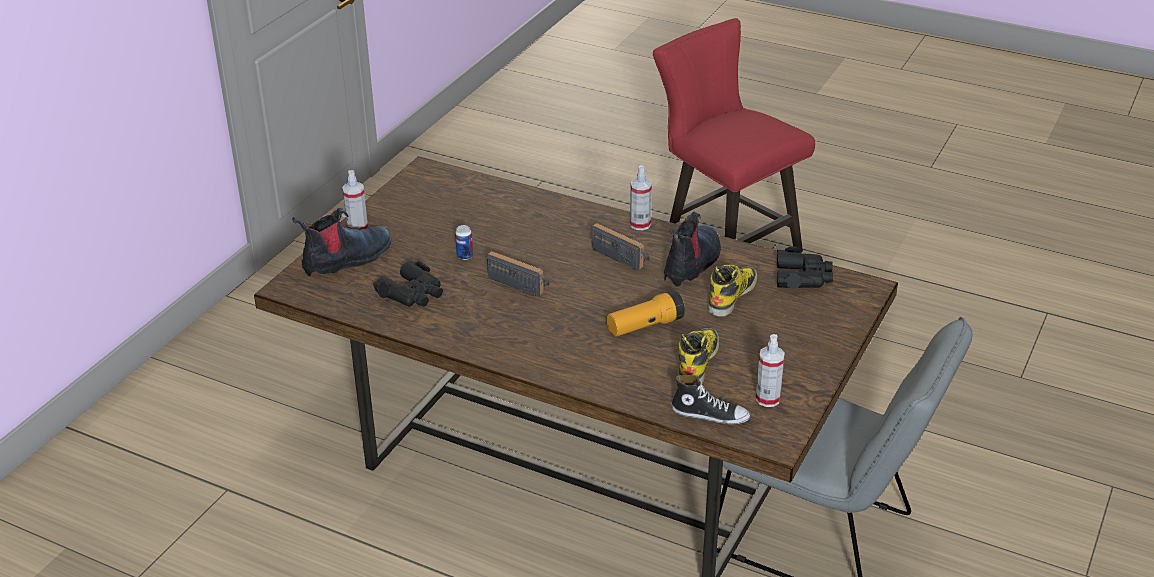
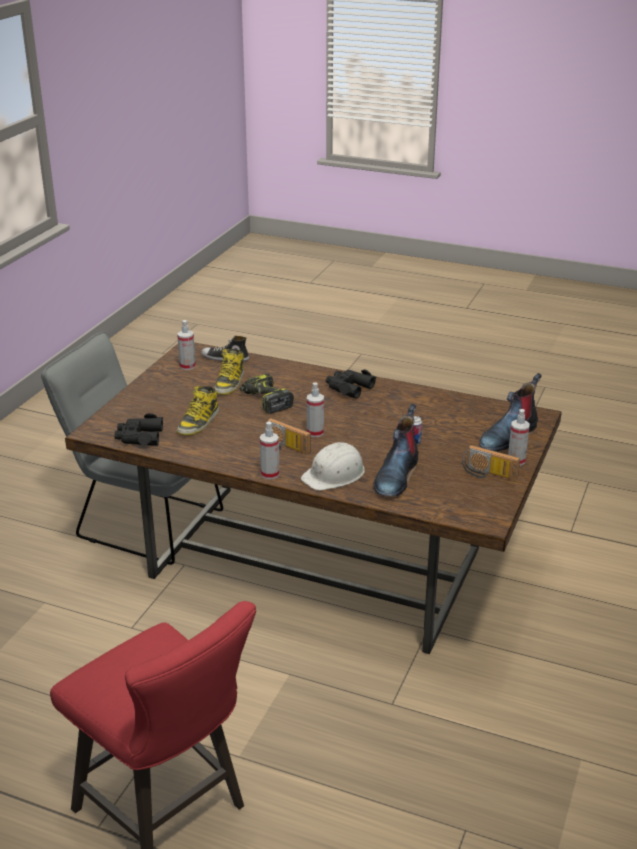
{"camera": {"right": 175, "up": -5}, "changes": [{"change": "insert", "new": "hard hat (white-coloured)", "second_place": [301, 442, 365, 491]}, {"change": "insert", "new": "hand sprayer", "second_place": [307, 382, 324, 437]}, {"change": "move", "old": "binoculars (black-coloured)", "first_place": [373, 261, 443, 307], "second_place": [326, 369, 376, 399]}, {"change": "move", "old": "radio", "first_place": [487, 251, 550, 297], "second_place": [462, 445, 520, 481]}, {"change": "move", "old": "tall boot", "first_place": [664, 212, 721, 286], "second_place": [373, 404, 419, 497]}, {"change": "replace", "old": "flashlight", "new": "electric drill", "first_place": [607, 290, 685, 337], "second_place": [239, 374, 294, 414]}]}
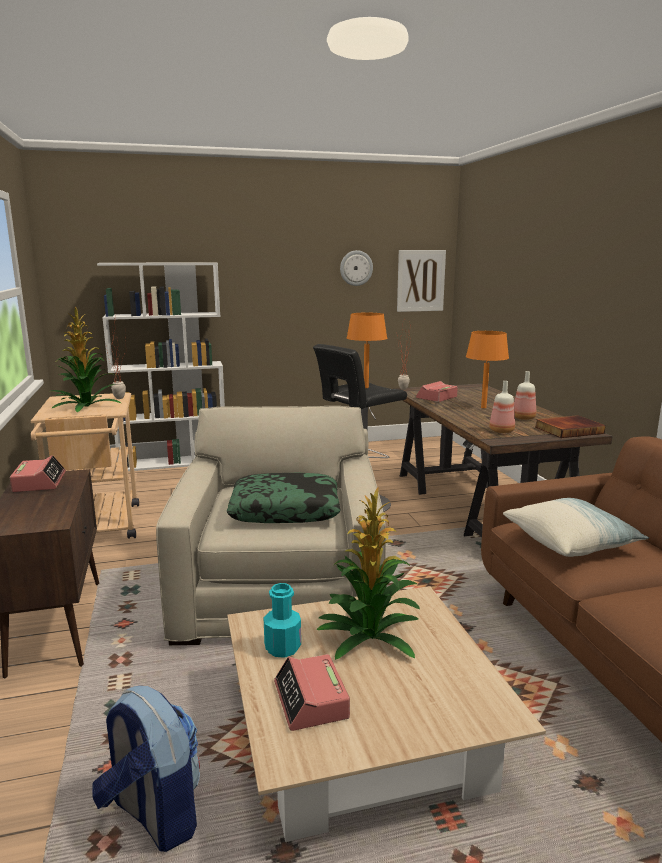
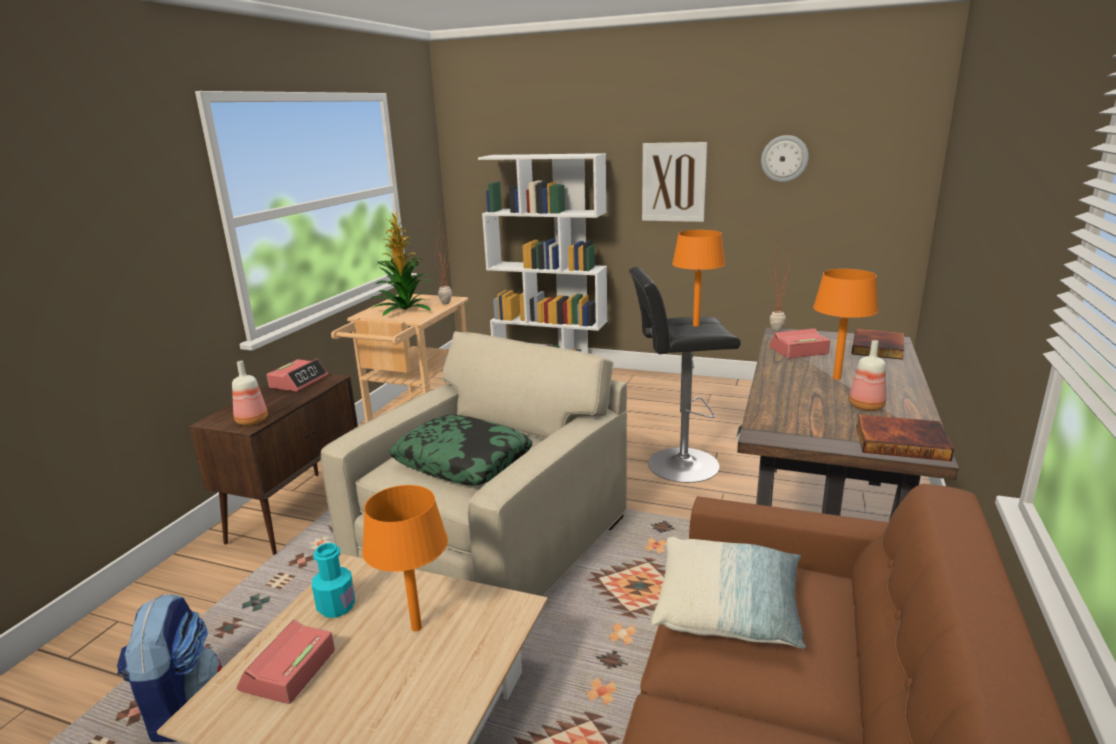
{"camera": {"right": 35, "up": 5}, "changes": [{"change": "insert", "new": "bound book", "second_place": [852, 329, 904, 360]}, {"change": "move", "old": "wall picture", "first_place": [397, 250, 446, 312], "second_place": [642, 142, 707, 222]}, {"change": "move", "old": "bottle", "first_place": [489, 381, 515, 433], "second_place": [232, 361, 268, 426]}, {"change": "replace", "old": "houseplant", "new": "table lamp (orangey)", "first_place": [316, 488, 420, 660], "second_place": [362, 485, 448, 632]}]}
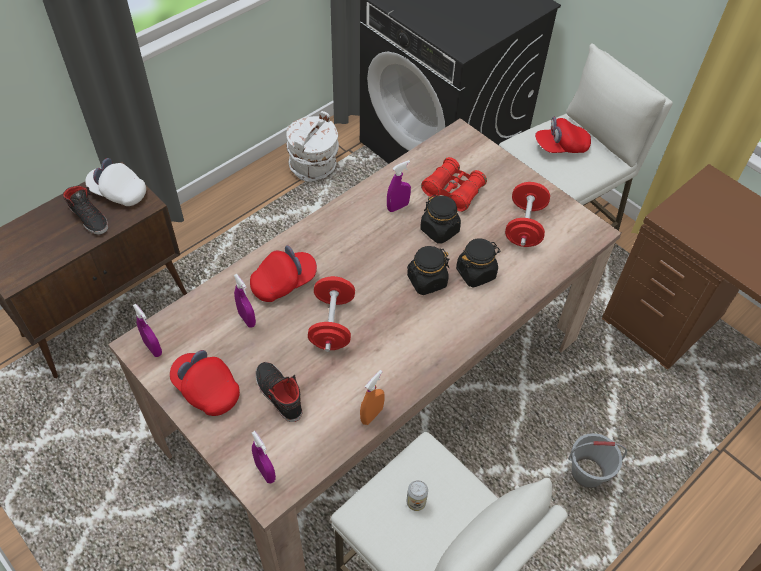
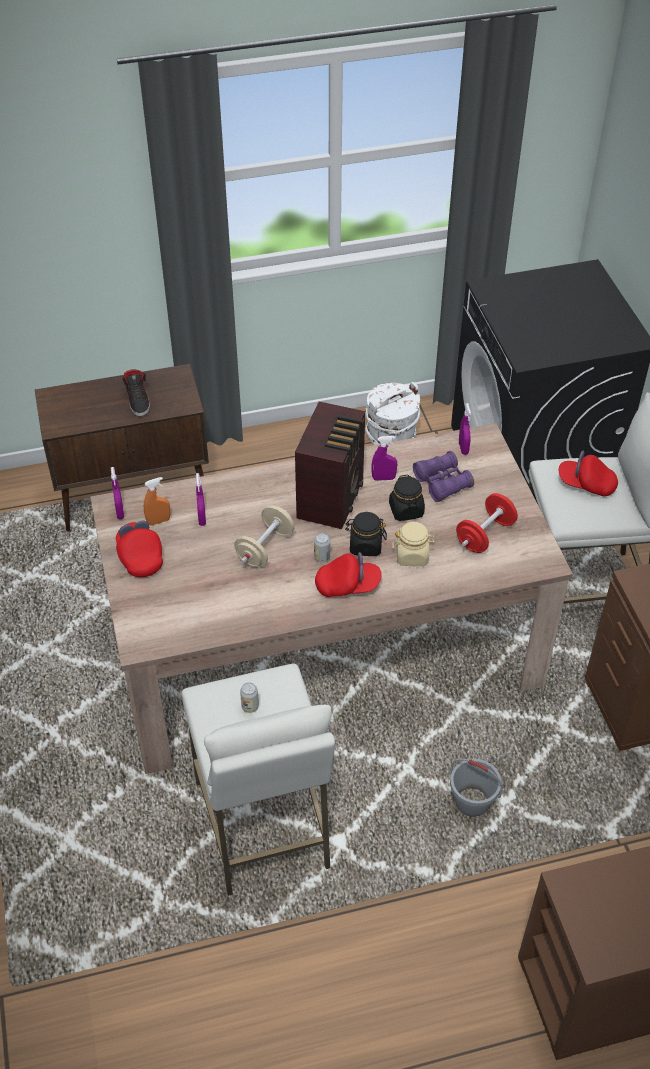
{"camera": {"right": 30, "up": -5}, "changes": [{"change": "delete", "old": "peaked cap (white-coloured)", "first_place": [85, 158, 146, 206]}, {"change": "delete", "old": "item of footwear (black-coloured)", "first_place": [256, 362, 303, 422]}, {"change": "insert", "new": "radio", "second_place": [295, 402, 365, 529]}, {"change": "insert", "new": "can", "second_place": [314, 533, 330, 562]}, {"change": "move", "old": "peaked cap (red-coloured)", "first_place": [250, 245, 317, 302], "second_place": [315, 552, 382, 597]}, {"change": "move", "old": "hand sprayer (purple)", "first_place": [252, 431, 276, 484], "second_place": [459, 403, 471, 455]}, {"change": "move", "old": "hand sprayer (orangey)", "first_place": [360, 370, 384, 425], "second_place": [144, 477, 170, 526]}, {"change": "recolor", "old": "hand weight (red-coloured)", "new": "hand weight (beige-coloured)", "first_place": [308, 276, 355, 352], "second_place": [234, 505, 295, 568]}, {"change": "recolor", "old": "binoculars (red-coloured)", "new": "binoculars (purple)", "first_place": [421, 157, 487, 212], "second_place": [413, 451, 474, 502]}, {"change": "recolor", "old": "storage jar (black-coloured)", "new": "storage jar (beige-coloured)", "first_place": [456, 238, 501, 288], "second_place": [393, 522, 435, 566]}]}
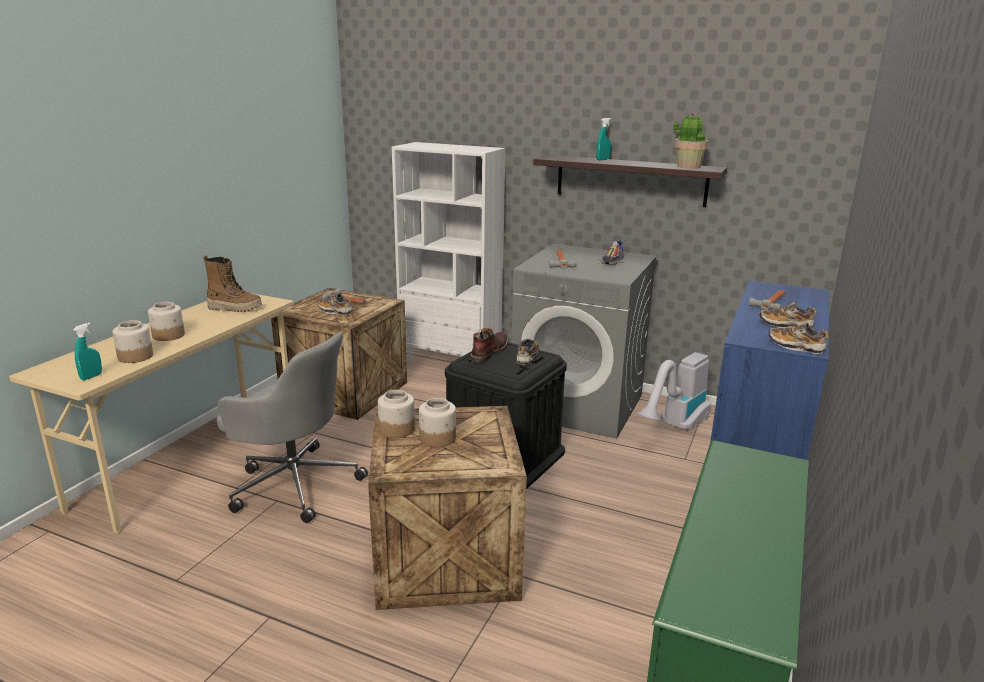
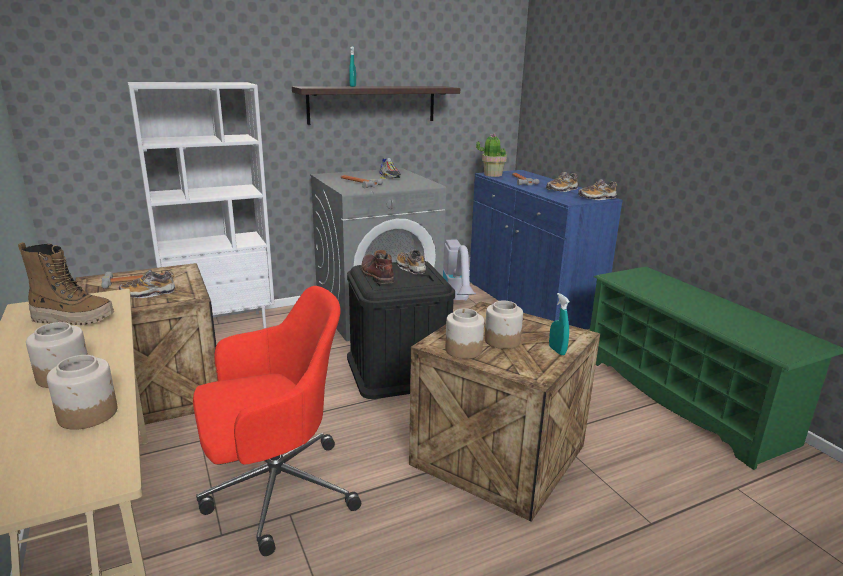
{"camera": {"right": -50, "up": 0}, "changes": [{"change": "move", "old": "hand sprayer (turquoise-coloured)", "first_place": [73, 323, 102, 381], "second_place": [549, 293, 569, 355]}, {"change": "move", "old": "houseplant", "first_place": [673, 113, 708, 169], "second_place": [476, 134, 507, 177]}, {"change": "recolor", "old": "office chair (grey)", "new": "office chair (red-coloured)", "first_place": [217, 332, 368, 523], "second_place": [193, 286, 361, 556]}, {"change": "rotate", "old": "tall boot", "first_place": [203, 255, 262, 312], "second_place": [18, 242, 114, 325], "degrees": 45}]}
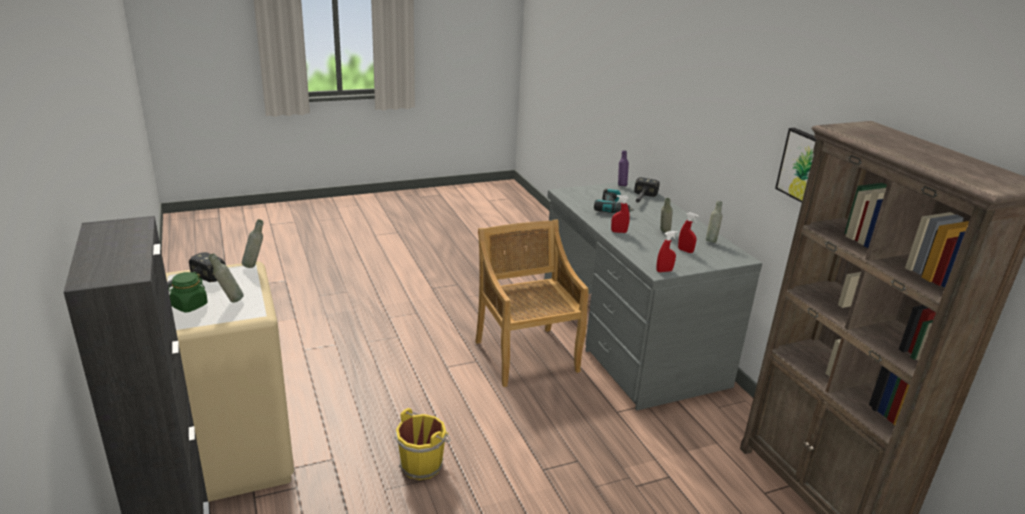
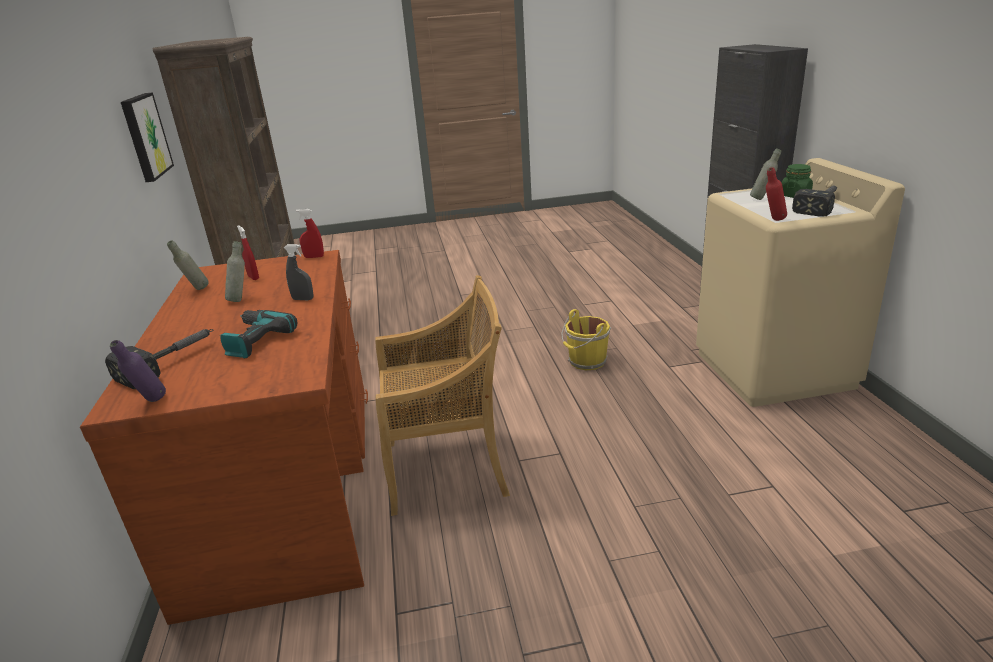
{"camera": {"right": -165, "up": 0}, "changes": [{"change": "recolor", "old": "bottle (grey)", "new": "bottle (red-coloured)", "first_place": [242, 219, 263, 268], "second_place": [766, 167, 787, 221]}, {"change": "recolor", "old": "desk unit (grey)", "new": "desk unit (brownish)", "first_place": [544, 180, 762, 411], "second_place": [80, 250, 368, 625]}, {"change": "recolor", "old": "hand sprayer (red-coloured)", "new": "hand sprayer (grey)", "first_place": [611, 195, 630, 233], "second_place": [284, 244, 313, 300]}, {"change": "rotate", "old": "plain chair (beige-coloured)", "first_place": [475, 219, 589, 387], "second_place": [375, 275, 510, 516], "degrees": -90}]}
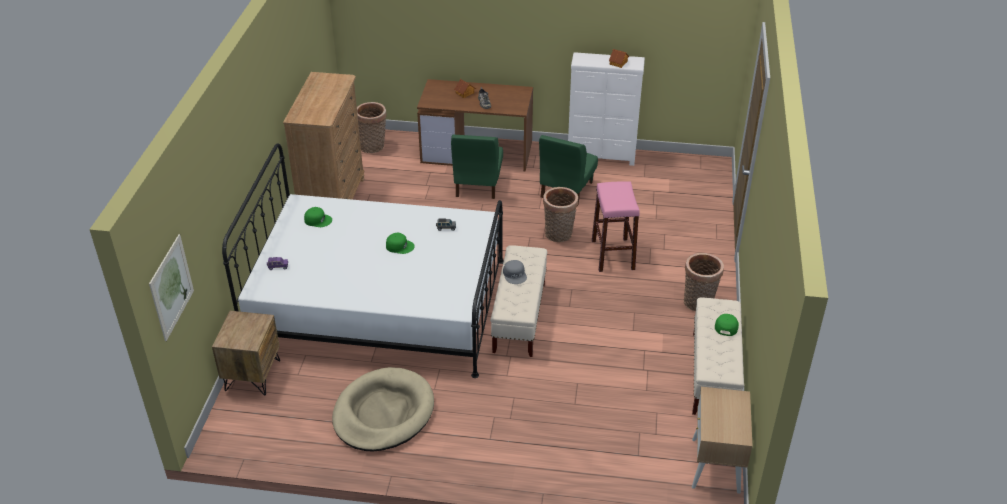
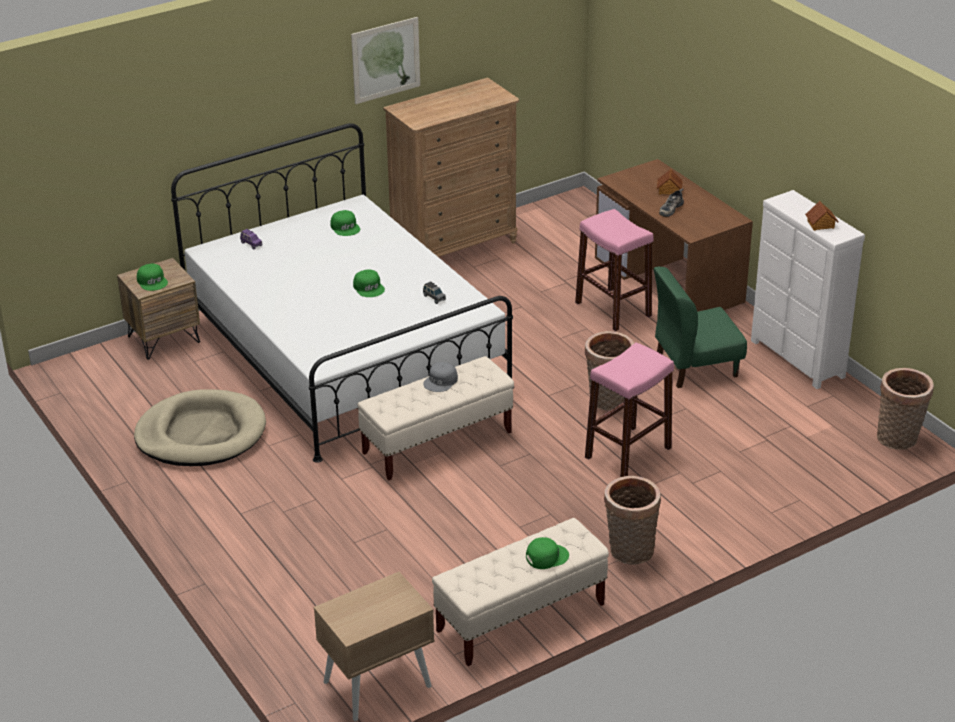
{"camera": {"right": 50, "up": -5}, "changes": [{"change": "insert", "new": "peaked cap (greenish)", "second_place": [137, 263, 168, 291]}, {"change": "move", "old": "wall picture", "first_place": [149, 234, 194, 341], "second_place": [351, 17, 420, 104]}, {"change": "move", "old": "basket", "first_place": [357, 102, 387, 153], "second_place": [877, 368, 934, 450]}, {"change": "replace", "old": "plain chair (greenish)", "new": "stool seat (pink-coloured)", "first_place": [451, 134, 503, 199], "second_place": [575, 209, 654, 331]}]}
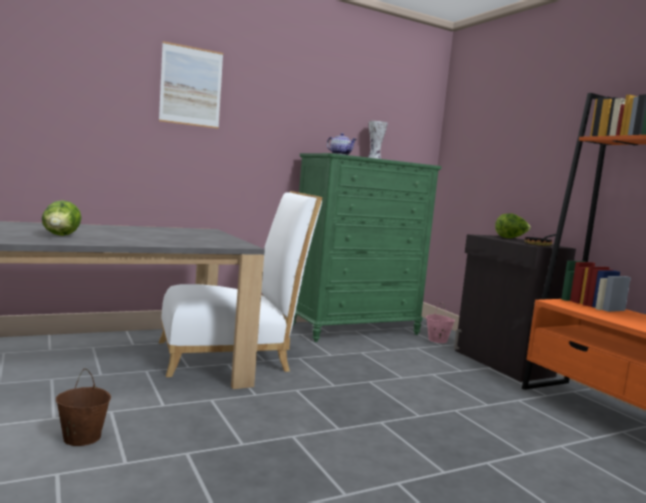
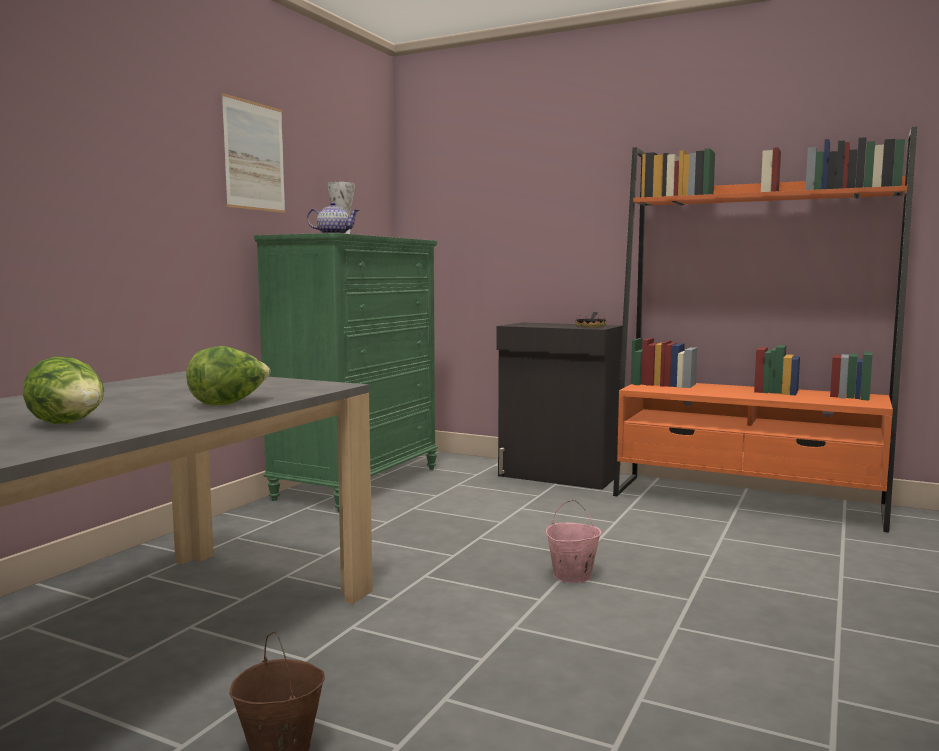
{"camera": {"right": -35, "up": 0}, "changes": [{"change": "delete", "old": "plain chair (white-coloured)", "first_place": [159, 191, 323, 377]}, {"change": "move", "old": "wall picture", "first_place": [159, 41, 223, 129], "second_place": [222, 93, 285, 213]}, {"change": "move", "old": "water bucket (pink-coloured)", "first_place": [426, 303, 455, 343], "second_place": [546, 499, 601, 583]}, {"change": "move", "old": "head of lettuce", "first_place": [495, 213, 531, 238], "second_place": [186, 346, 270, 405]}]}
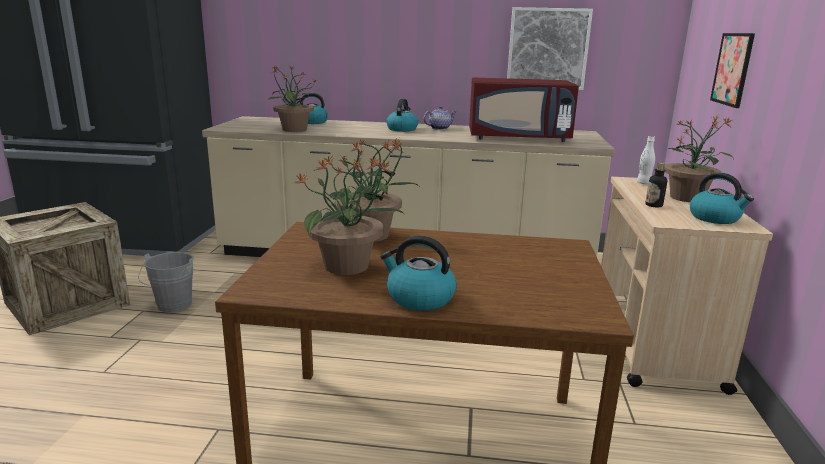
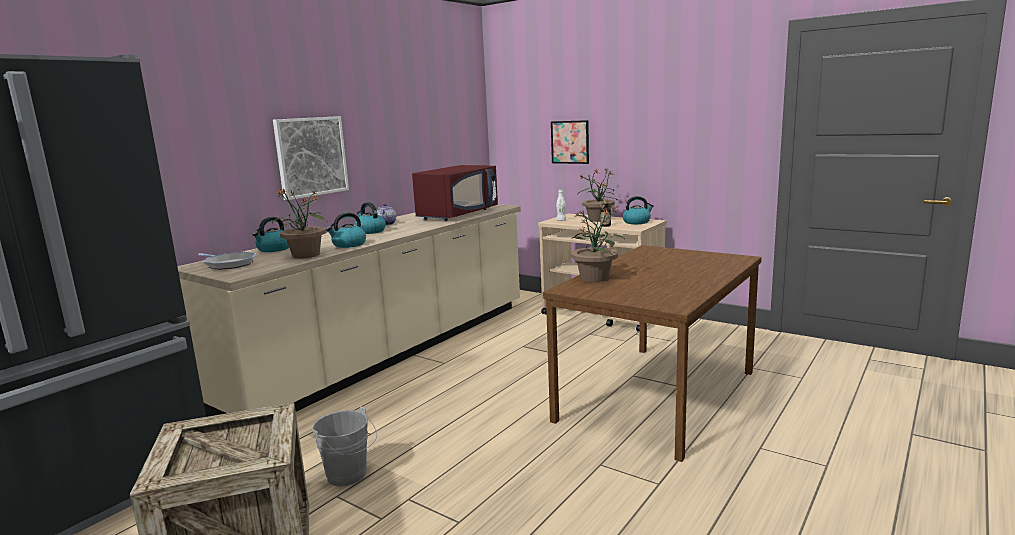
{"camera": {"right": -60, "up": -5}, "changes": [{"change": "delete", "old": "houseplant", "first_place": [295, 156, 404, 275]}, {"change": "insert", "new": "frying pan", "second_place": [198, 252, 256, 270]}, {"change": "move", "old": "kettle", "first_place": [380, 236, 456, 311], "second_place": [326, 213, 366, 248]}, {"change": "move", "old": "wall picture", "first_place": [507, 7, 593, 90], "second_place": [273, 116, 349, 200]}]}
